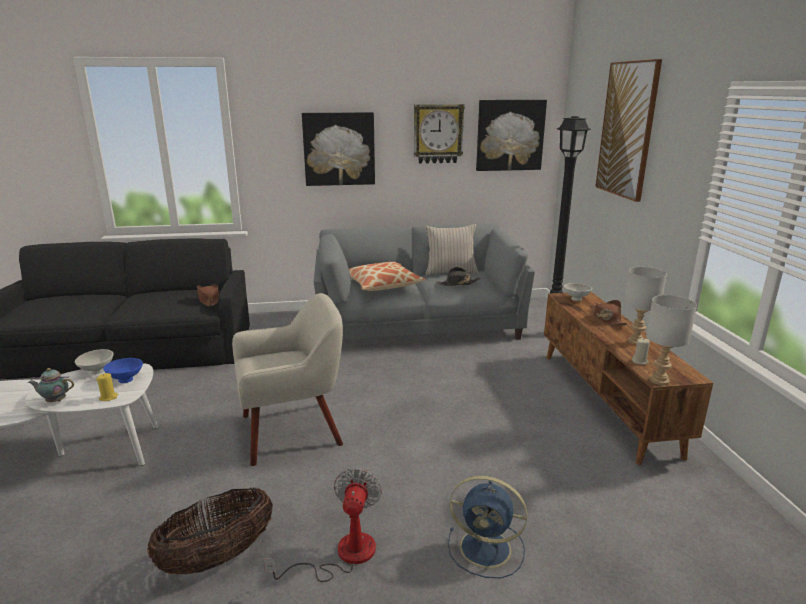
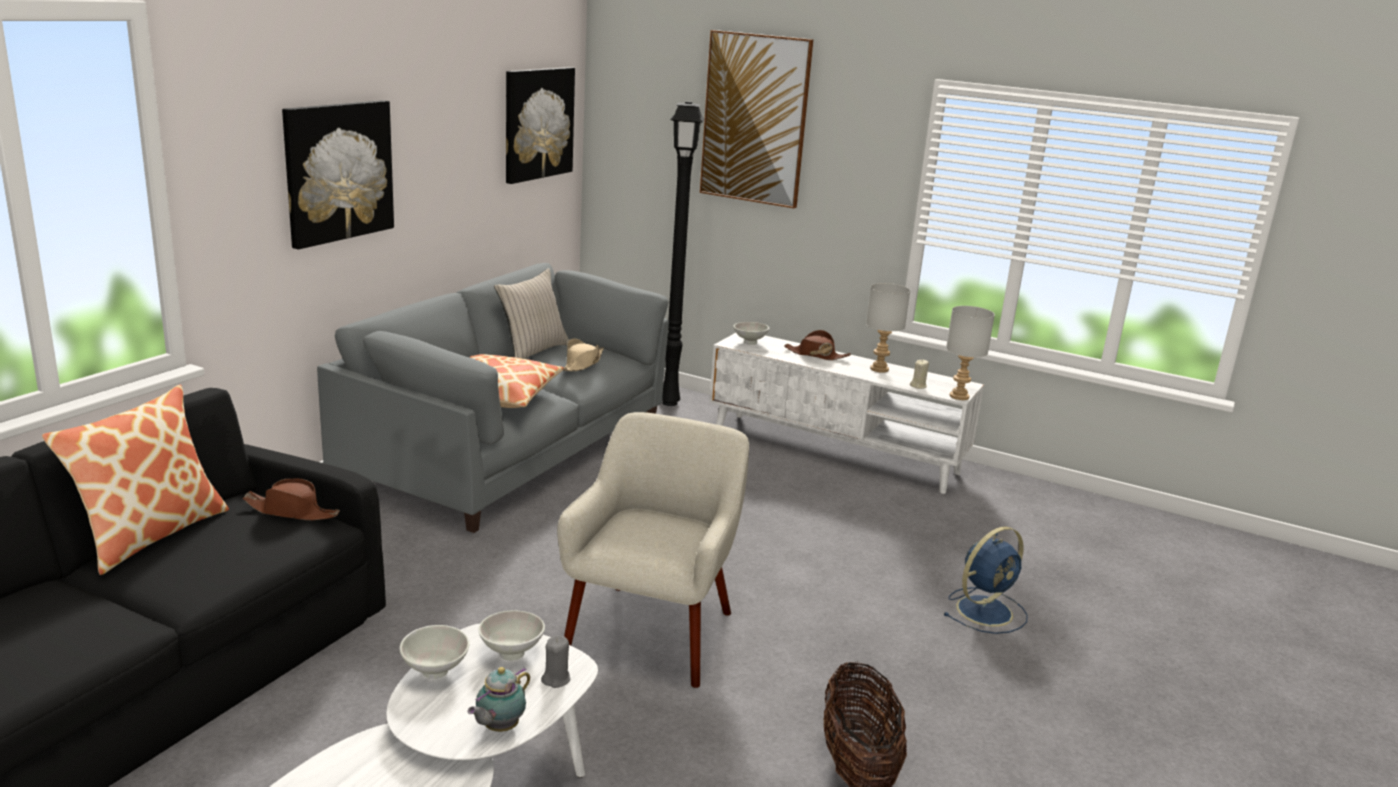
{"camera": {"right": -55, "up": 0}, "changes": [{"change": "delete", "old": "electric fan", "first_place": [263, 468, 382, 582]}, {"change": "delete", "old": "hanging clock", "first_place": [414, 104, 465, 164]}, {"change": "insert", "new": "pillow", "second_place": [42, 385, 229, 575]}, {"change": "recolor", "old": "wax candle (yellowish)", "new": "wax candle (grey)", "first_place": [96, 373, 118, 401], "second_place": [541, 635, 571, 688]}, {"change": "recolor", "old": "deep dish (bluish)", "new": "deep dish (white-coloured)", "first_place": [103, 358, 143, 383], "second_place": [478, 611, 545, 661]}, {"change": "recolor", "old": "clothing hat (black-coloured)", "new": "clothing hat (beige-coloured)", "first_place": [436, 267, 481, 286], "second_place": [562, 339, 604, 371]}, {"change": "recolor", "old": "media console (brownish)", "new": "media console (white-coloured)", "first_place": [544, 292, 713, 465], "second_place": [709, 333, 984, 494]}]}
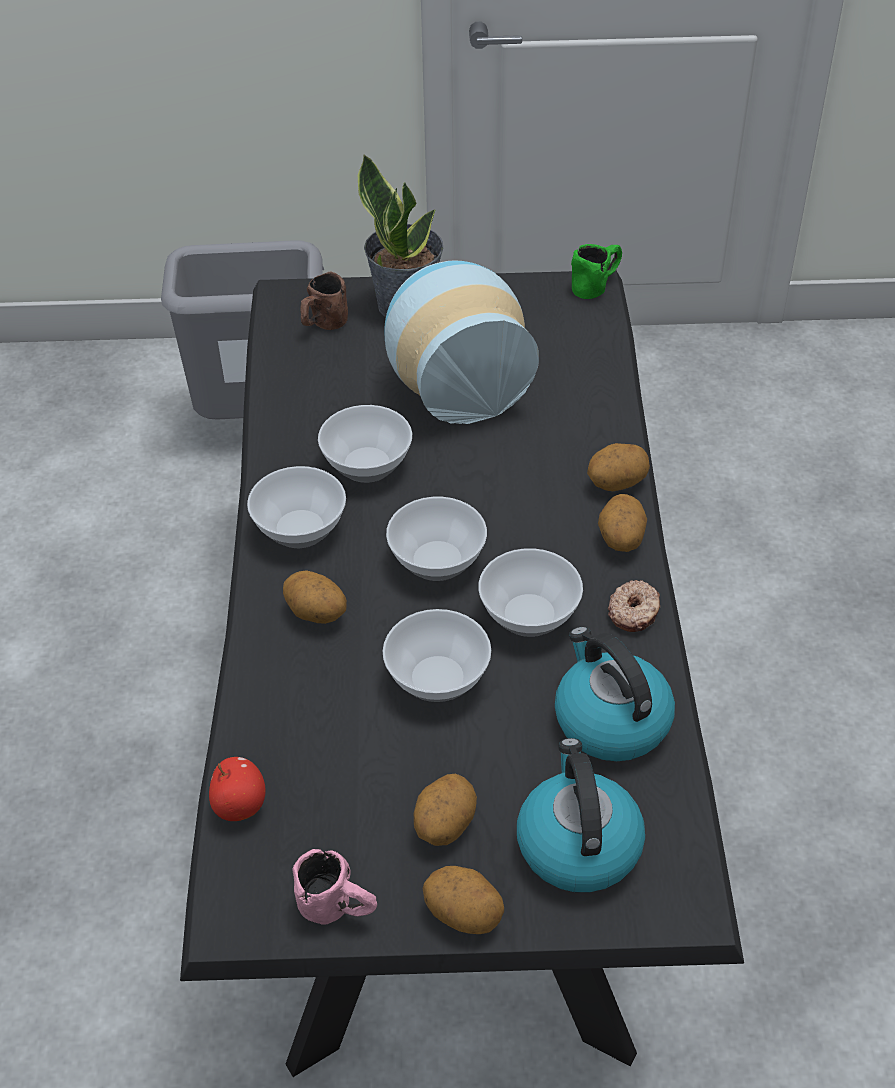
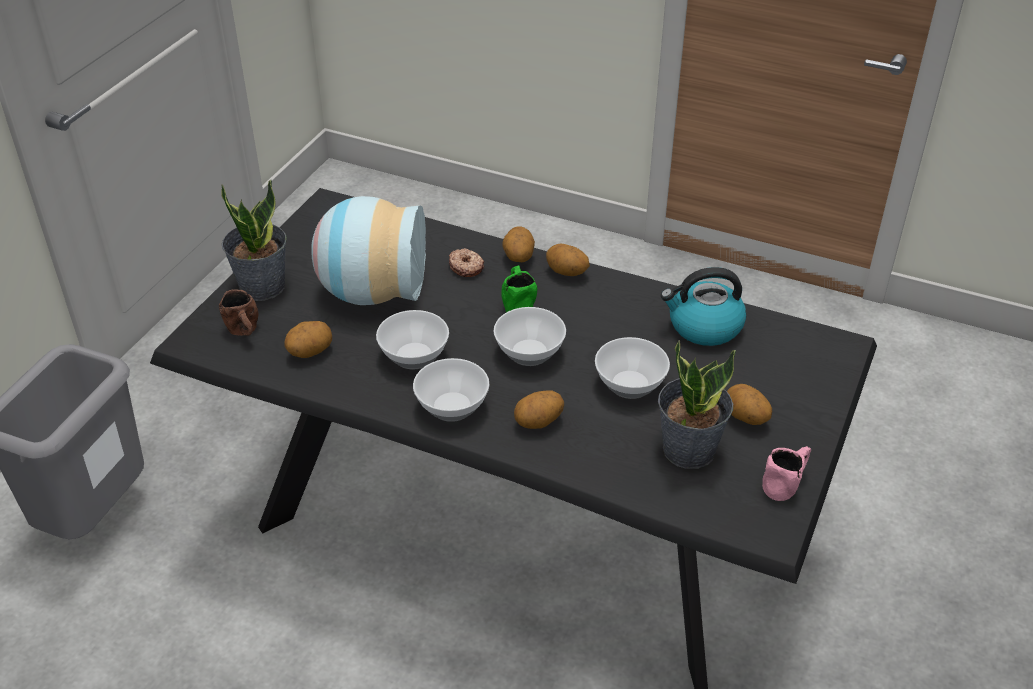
{"camera": {"right": -65, "up": -5}, "changes": [{"change": "delete", "old": "whole apple", "first_place": [209, 757, 266, 821]}, {"change": "delete", "old": "deep dish", "first_place": [478, 548, 583, 637]}, {"change": "delete", "old": "kettle", "first_place": [517, 738, 645, 892]}, {"change": "insert", "new": "houseplant", "second_place": [658, 340, 736, 469]}, {"change": "move", "old": "whole potato", "first_place": [423, 866, 504, 934], "second_place": [284, 321, 332, 358]}, {"change": "move", "old": "tea mug (greenish)", "first_place": [571, 244, 622, 299], "second_place": [501, 265, 537, 312]}, {"change": "move", "old": "ring doughnut", "first_place": [608, 580, 660, 632], "second_place": [449, 248, 484, 277]}]}
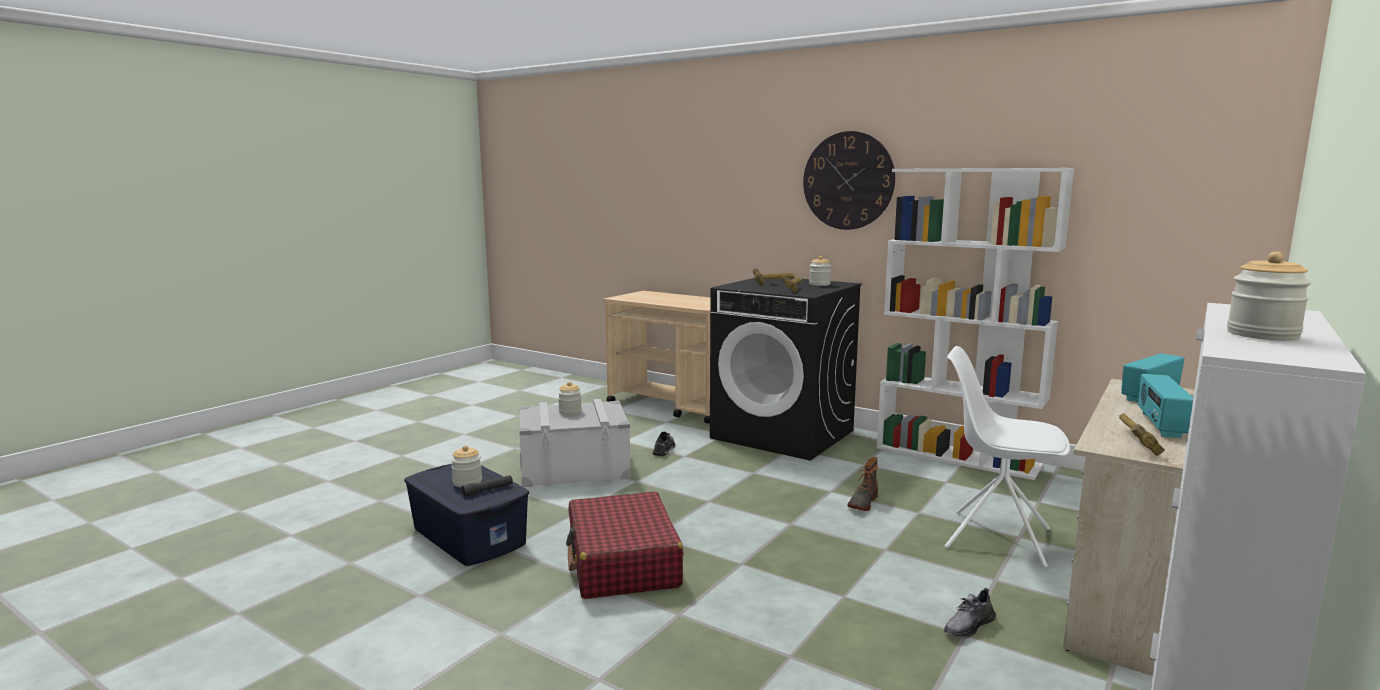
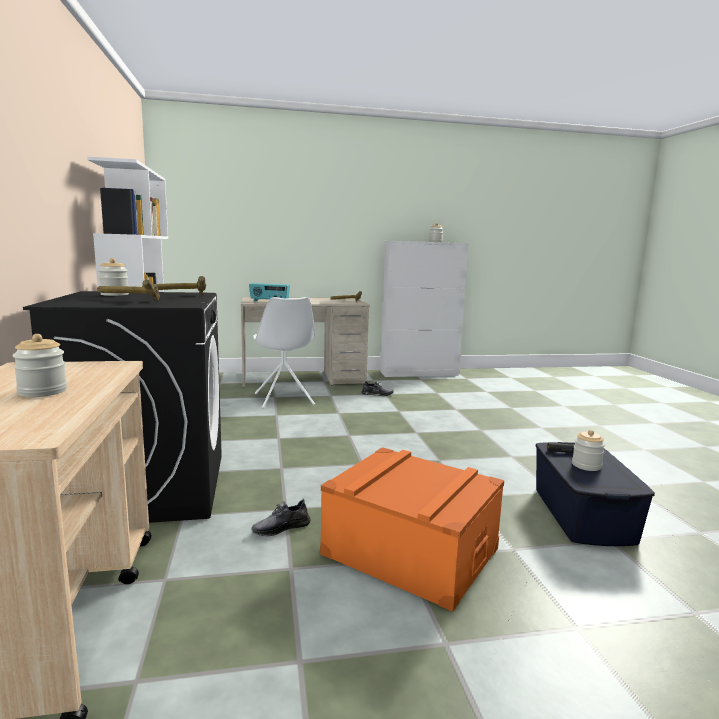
{"camera": {"right": -135, "up": 0}, "changes": [{"change": "delete", "old": "suitcase (red-coloured)", "first_place": [566, 492, 684, 599]}, {"change": "delete", "old": "hanging clock", "first_place": [803, 131, 895, 230]}, {"change": "delete", "old": "tall boot", "first_place": [848, 457, 878, 511]}, {"change": "delete", "old": "radio", "first_place": [1138, 374, 1193, 438]}, {"change": "move", "old": "storage jar", "first_place": [558, 382, 582, 415], "second_place": [12, 334, 67, 397]}, {"change": "recolor", "old": "storage container (grey)", "new": "storage container (orangey)", "first_place": [519, 399, 631, 487], "second_place": [320, 447, 504, 612]}]}
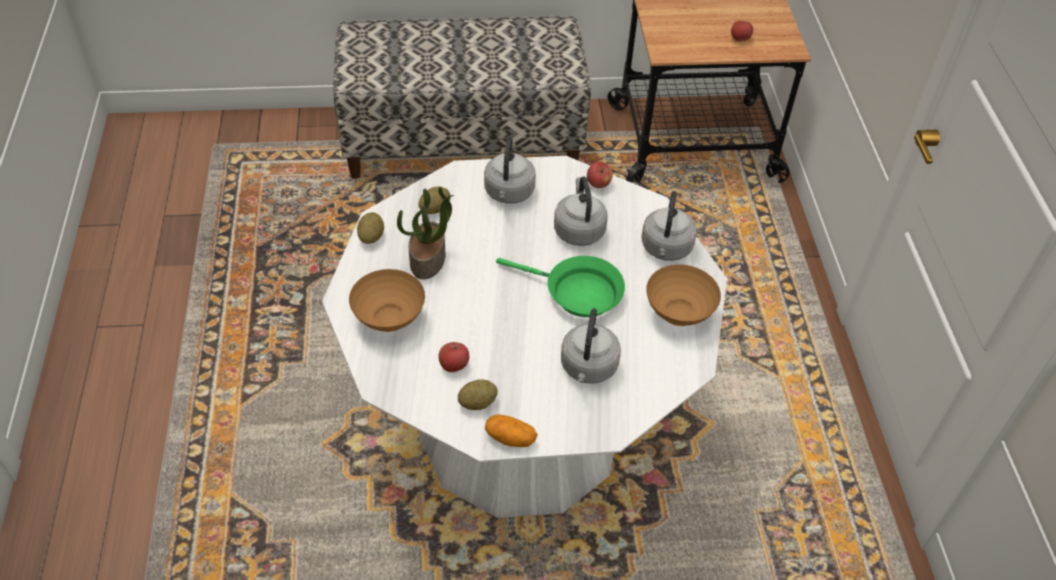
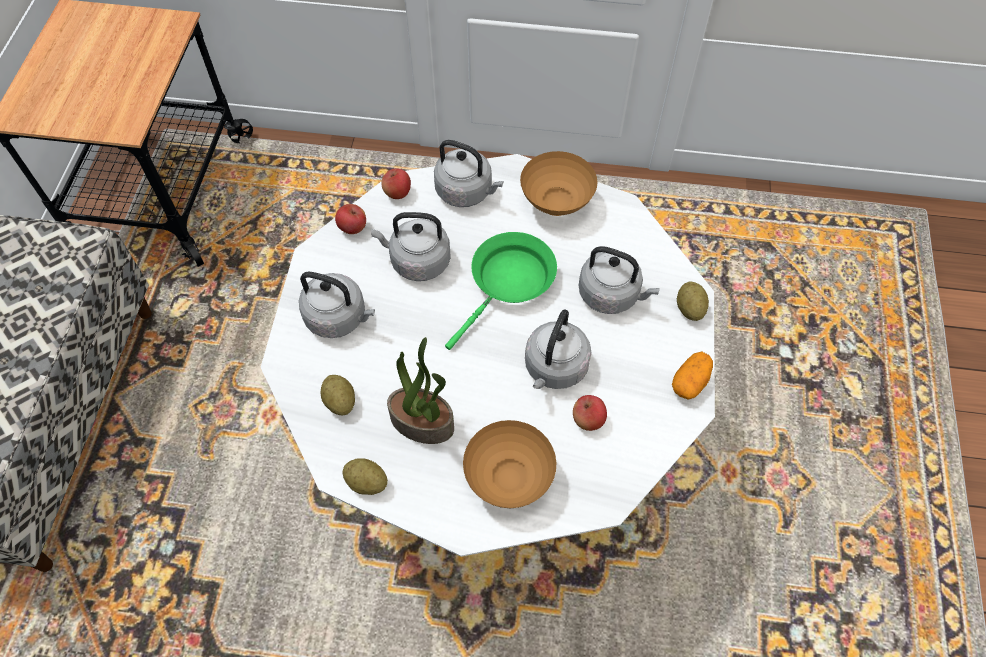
{"camera": {"right": -75, "up": 10}, "changes": [{"change": "insert", "new": "kettle (grey)", "second_place": [525, 309, 591, 389]}, {"change": "move", "old": "whole potato", "first_place": [458, 380, 498, 410], "second_place": [677, 281, 709, 321]}, {"change": "move", "old": "whole apple", "first_place": [731, 21, 753, 42], "second_place": [381, 168, 411, 199]}]}
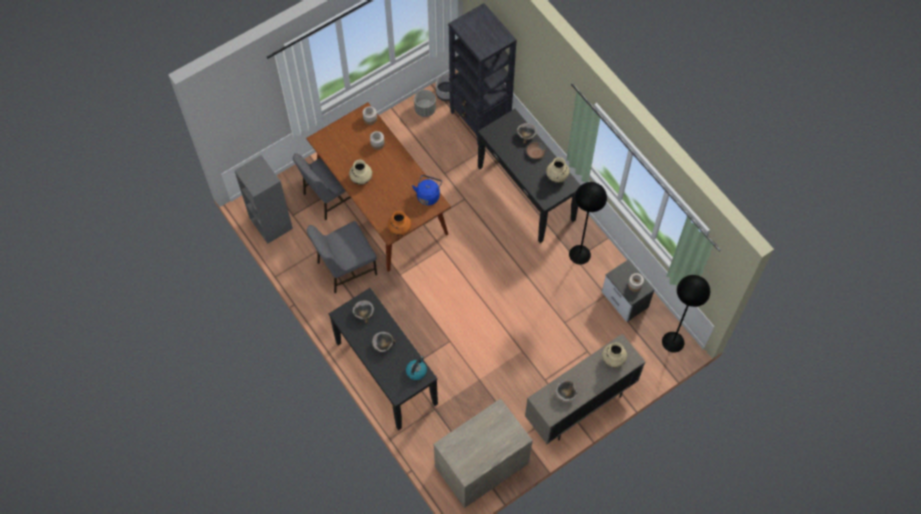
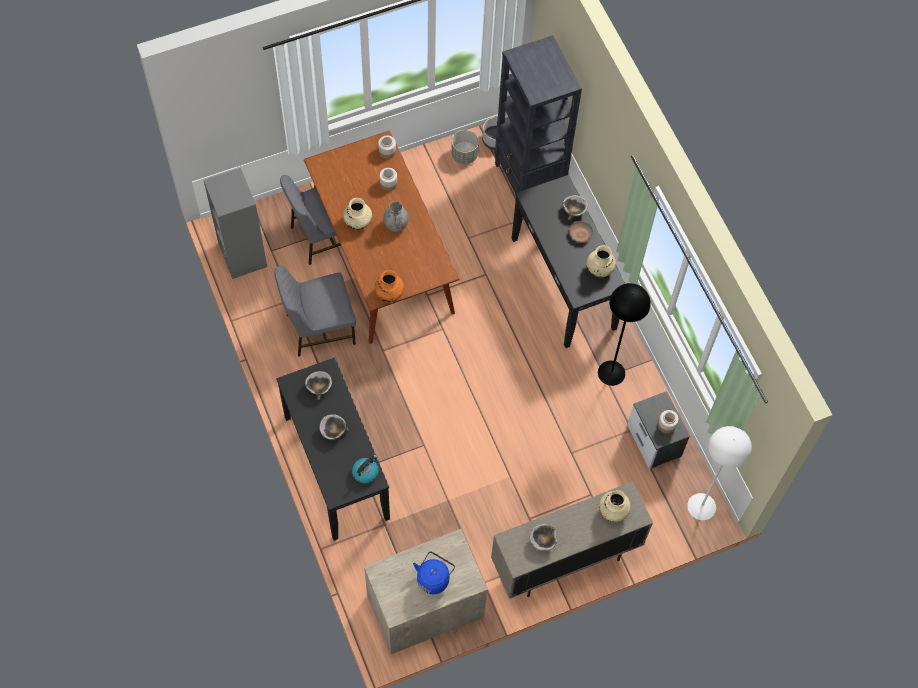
{"camera": {"right": 10, "up": 0}, "changes": [{"change": "insert", "new": "vase (grey)", "second_place": [383, 201, 409, 232]}, {"change": "move", "old": "kettle (bluish)", "first_place": [412, 175, 442, 205], "second_place": [413, 551, 455, 594]}, {"change": "recolor", "old": "floor lamp (black-coloured)", "new": "floor lamp (white-coloured)", "first_place": [662, 275, 710, 353], "second_place": [687, 426, 752, 520]}]}
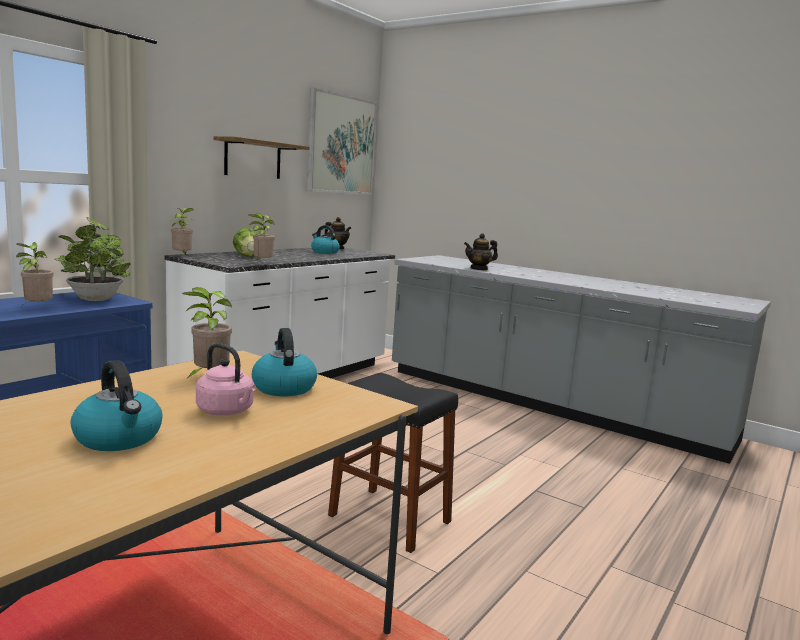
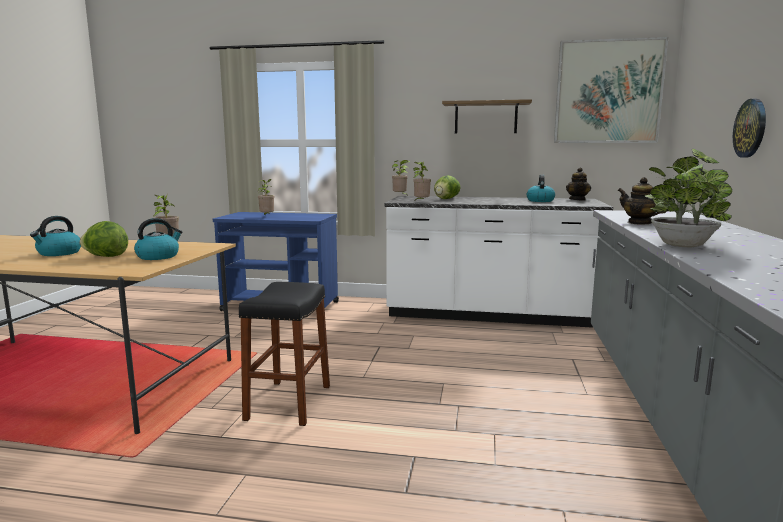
{"camera": {"right": 65, "up": 0}, "changes": [{"change": "insert", "new": "hanging clock", "second_place": [733, 99, 766, 158]}, {"change": "move", "old": "houseplant", "first_place": [55, 217, 130, 301], "second_place": [645, 149, 732, 247]}, {"change": "replace", "old": "kettle (pink-coloured)", "new": "head of lettuce", "first_place": [196, 343, 256, 416], "second_place": [80, 221, 128, 257]}]}
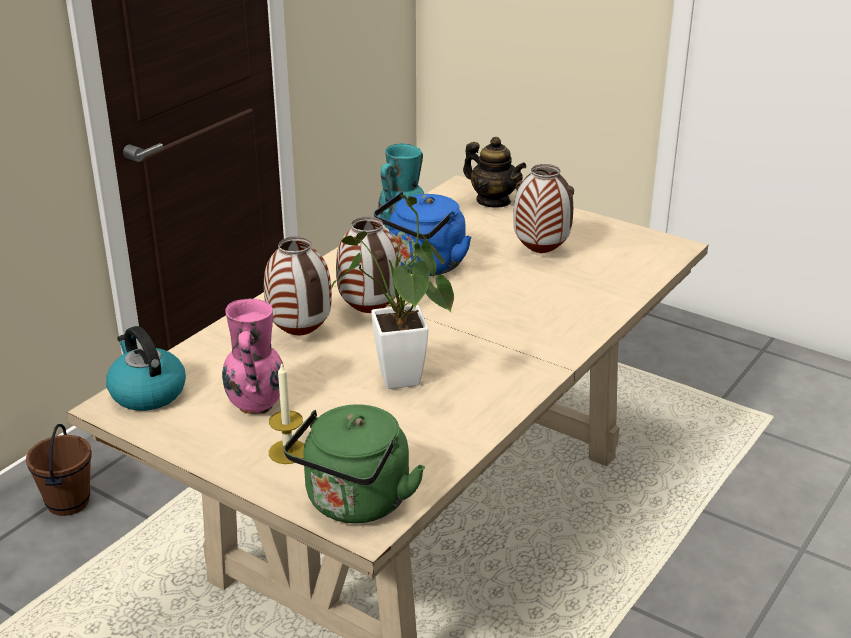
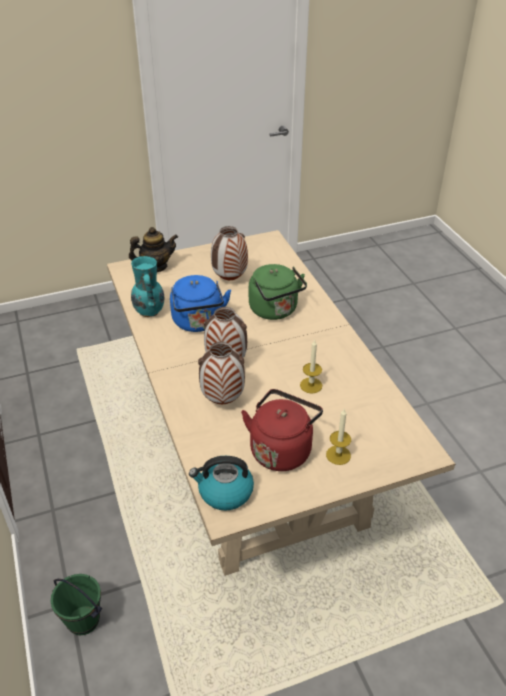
{"camera": {"right": -55, "up": 10}, "changes": [{"change": "move", "old": "kettle (greenish)", "first_place": [284, 404, 425, 523], "second_place": [249, 264, 307, 320]}, {"change": "replace", "old": "vase (pink-coloured)", "new": "kettle (red-coloured)", "first_place": [222, 299, 284, 414], "second_place": [241, 389, 323, 471]}, {"change": "replace", "old": "houseplant", "new": "wax candle", "first_place": [330, 194, 454, 389], "second_place": [300, 340, 322, 393]}, {"change": "recolor", "old": "water bucket (brownish)", "new": "water bucket (greenish)", "first_place": [26, 424, 92, 516], "second_place": [50, 574, 102, 635]}]}
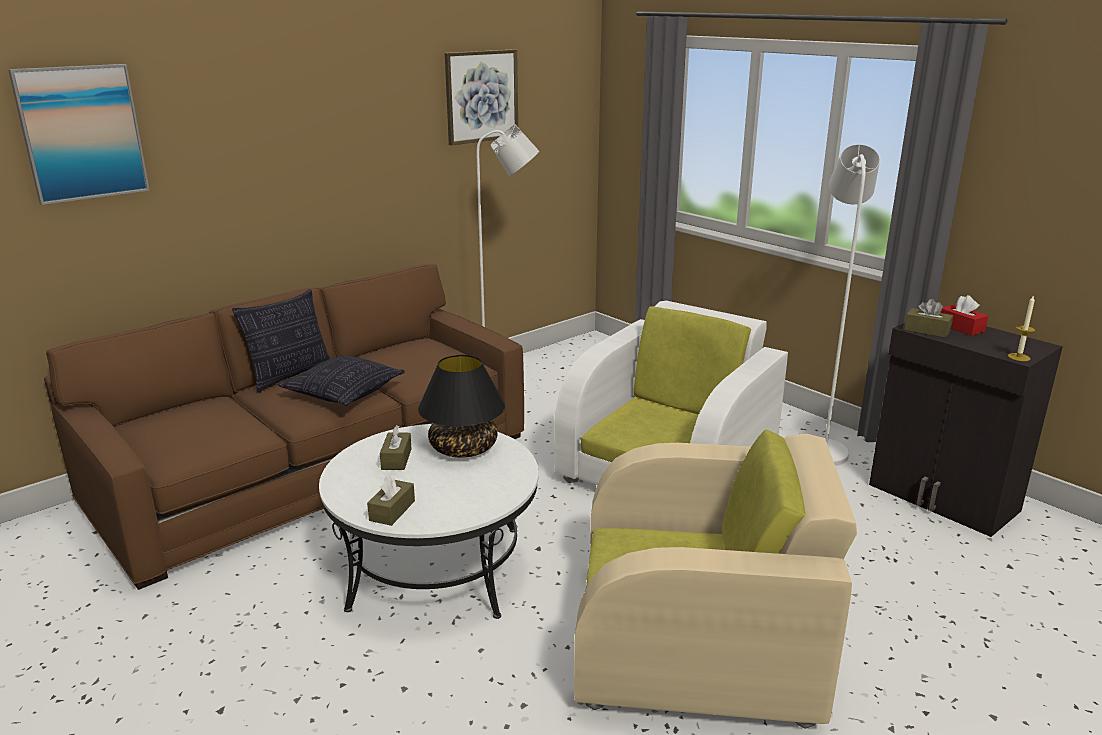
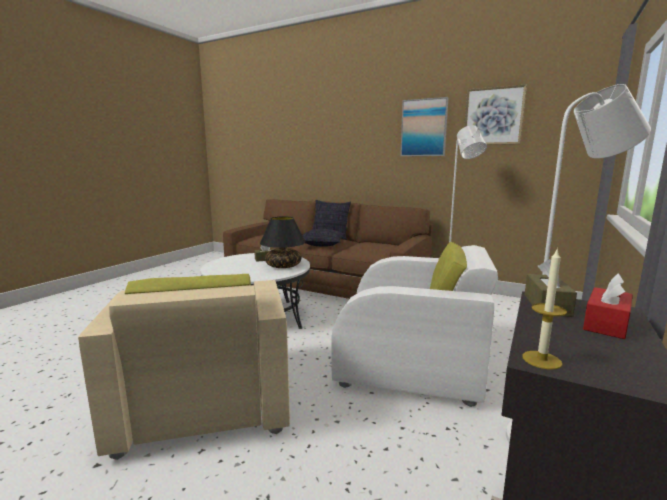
{"camera": {"right": 70, "up": -10}, "changes": [{"change": "delete", "old": "tissue box (brownish)", "first_place": [367, 474, 415, 526]}, {"change": "move", "old": "wall picture", "first_place": [8, 64, 150, 205], "second_place": [400, 97, 449, 156]}]}
